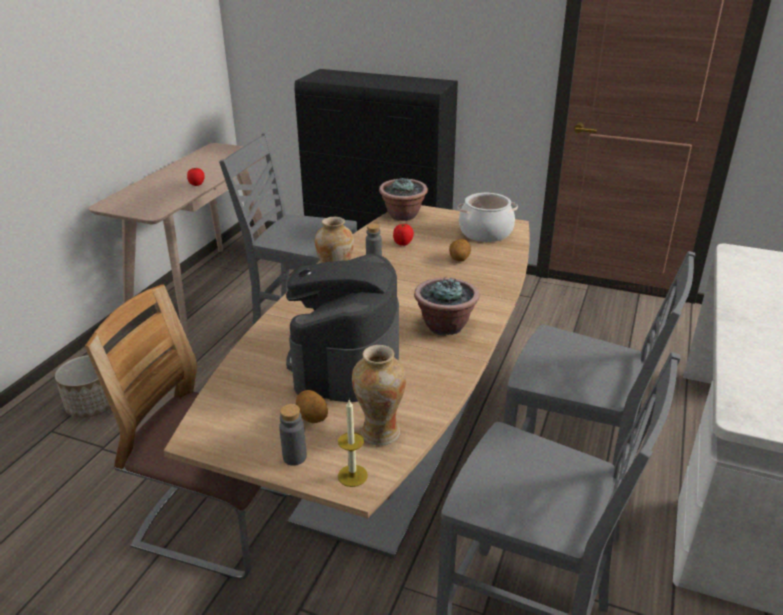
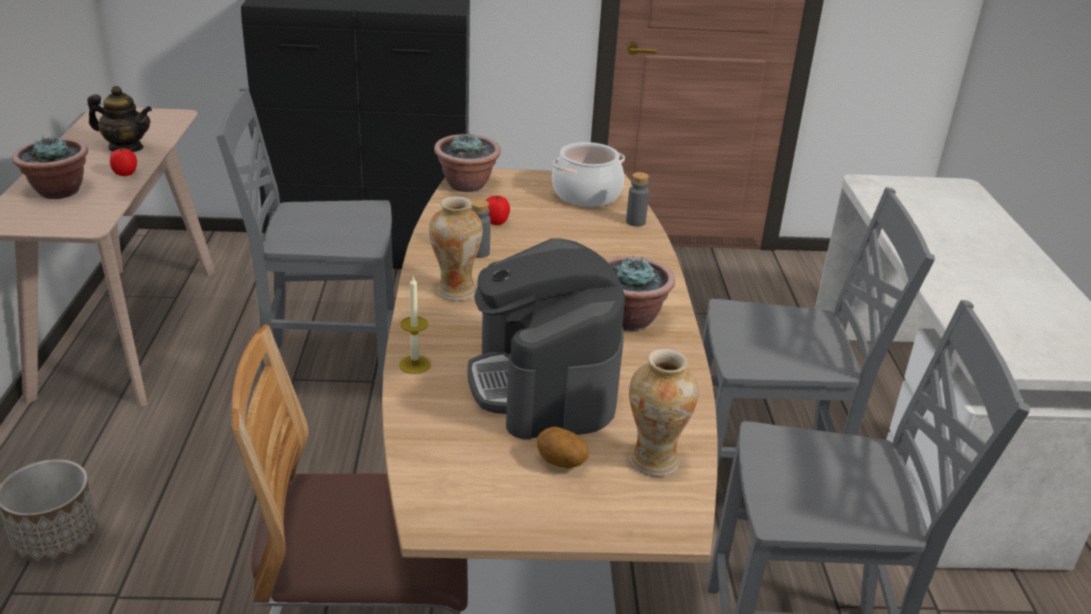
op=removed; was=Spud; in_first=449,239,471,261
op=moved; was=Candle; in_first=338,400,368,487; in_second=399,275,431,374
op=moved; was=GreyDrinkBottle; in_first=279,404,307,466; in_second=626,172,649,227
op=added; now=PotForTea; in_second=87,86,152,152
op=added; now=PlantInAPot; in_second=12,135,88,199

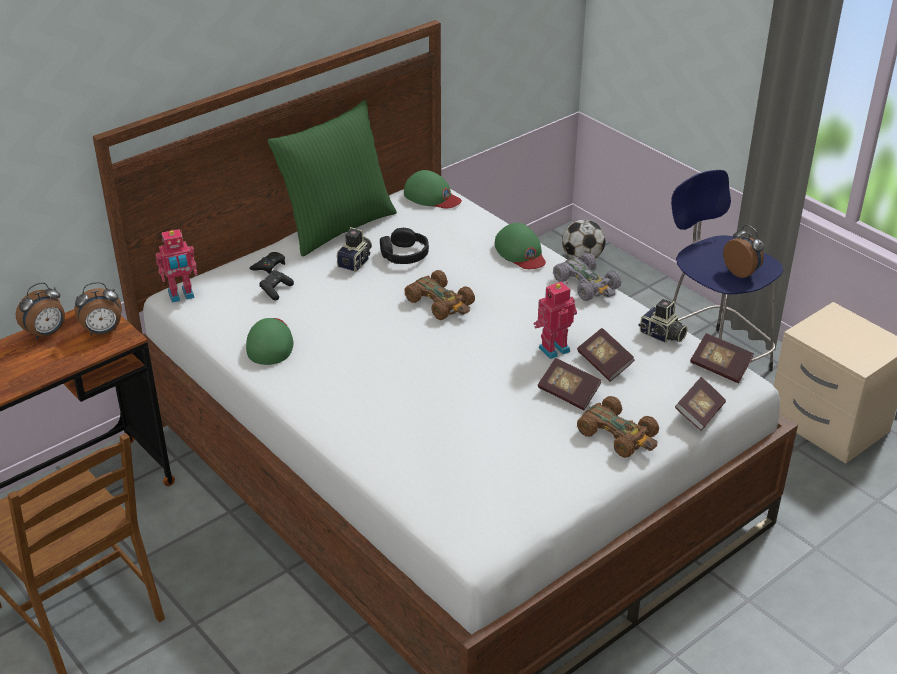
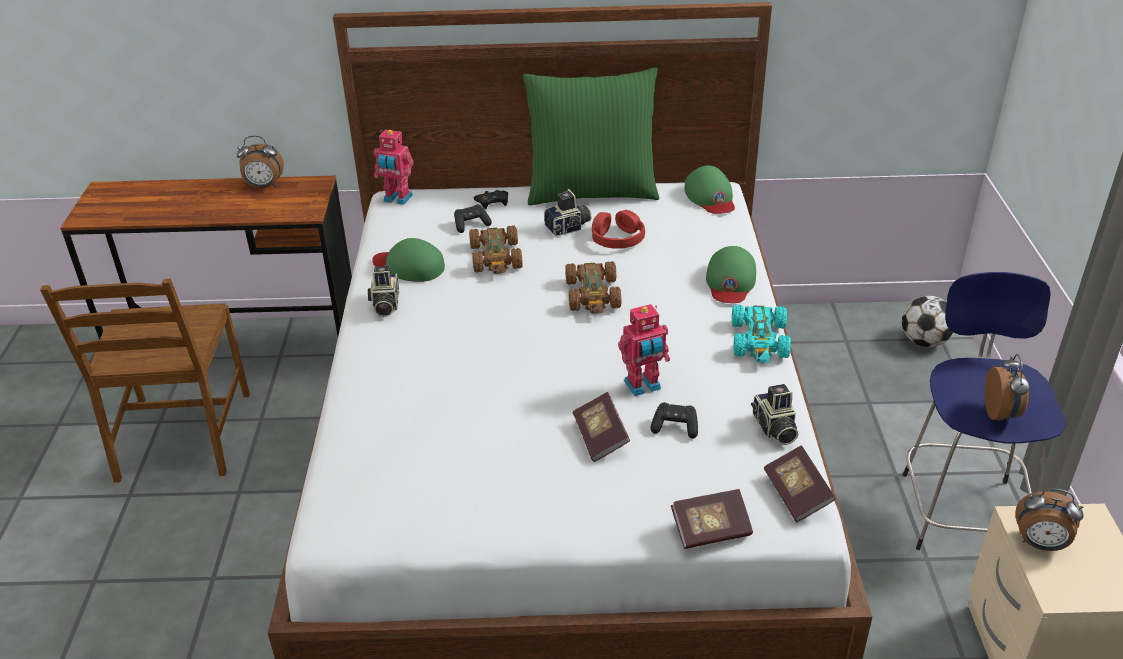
op=recoloured; was=BlackishHeadphones; now=RedHeadphones; in_first=380,228,429,264; in_second=592,210,645,249
op=recoloured; was=GreyModelCar; now=TurquoiseModelCar; in_first=553,253,622,301; in_second=732,305,791,363
op=turned; was=ModelRobot; in_first=534,281,577,359; in_second=618,304,670,396; clockwise=150
op=moved; was=BedsideClock; in_first=75,282,122,336; in_second=1016,488,1084,551
op=turned; was=GreenCap; in_first=246,318,293,365; in_second=372,238,445,282; clockwise=-105
op=replaced; was=BoundBook; now=BlackishGameController; in_first=577,328,635,382; in_second=650,402,698,439
op=moved; was=BrownModelCar; in_first=577,396,659,458; in_second=469,225,523,274
op=added; now=PhotoCamera; in_second=368,266,399,317

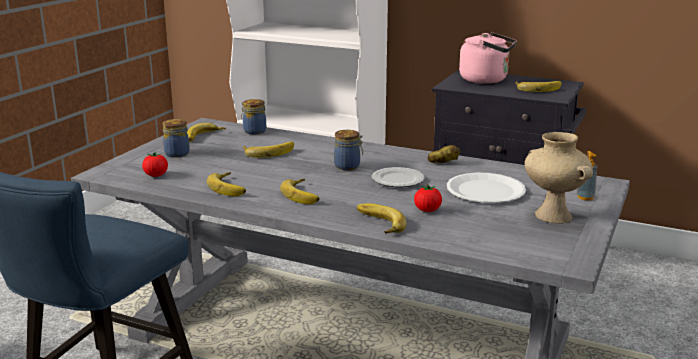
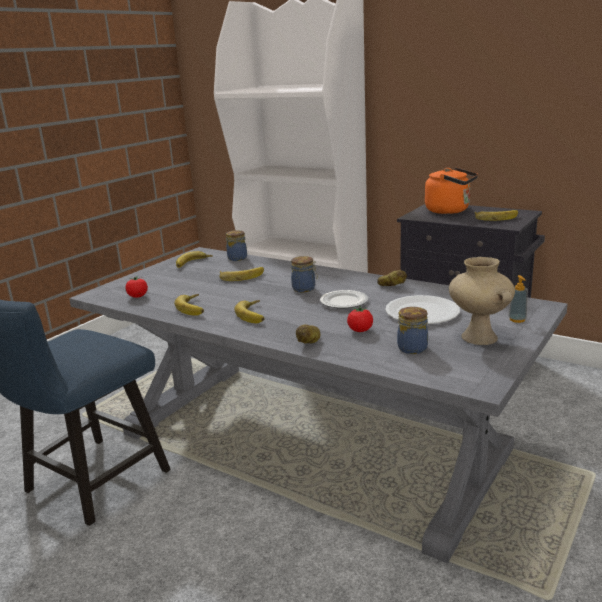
op=recoloured; was=PinkishTeaKettle; now=OrangeColouredTeaKettle; in_first=459,32,517,84; in_second=425,167,478,214
op=moved; was=Jar; in_first=163,119,190,158; in_second=397,307,428,354
op=replaced; was=Banana; now=Spud; in_first=357,204,407,234; in_second=296,325,320,344

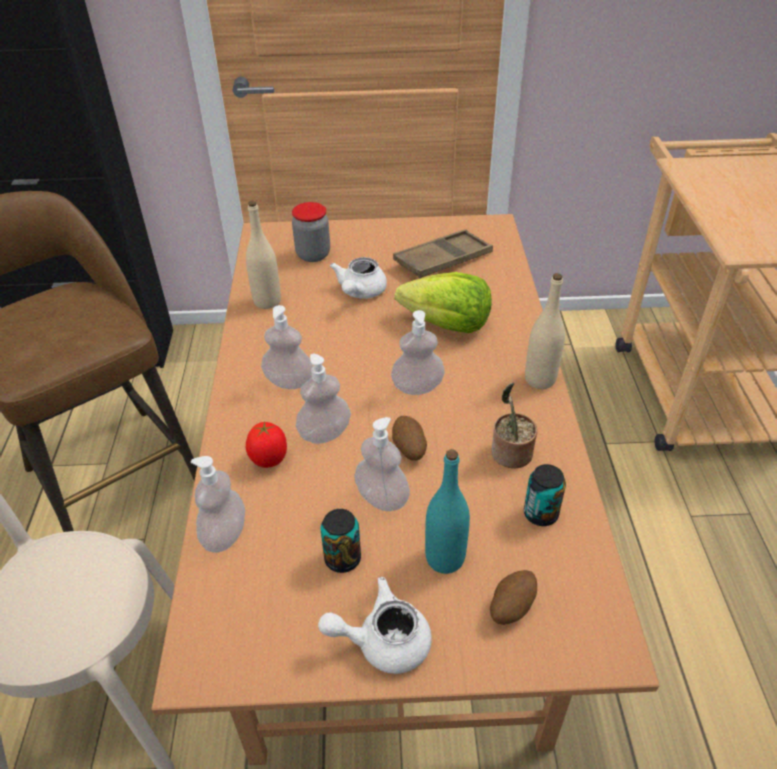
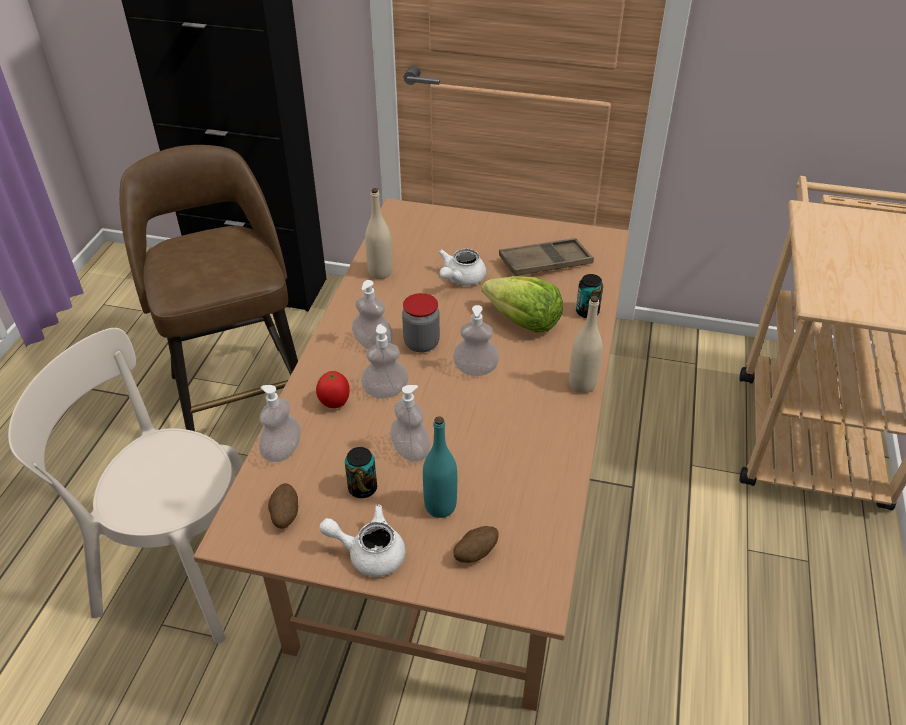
op=moved; was=Jar; in_first=292,202,330,262; in_second=402,293,440,353
op=removed; was=PlantInAPot; in_first=491,382,537,468
op=moved; was=Spud; in_first=392,416,427,460; in_second=268,483,298,529
op=moved; was=MetalCan; in_first=524,464,566,526; in_second=576,274,603,318

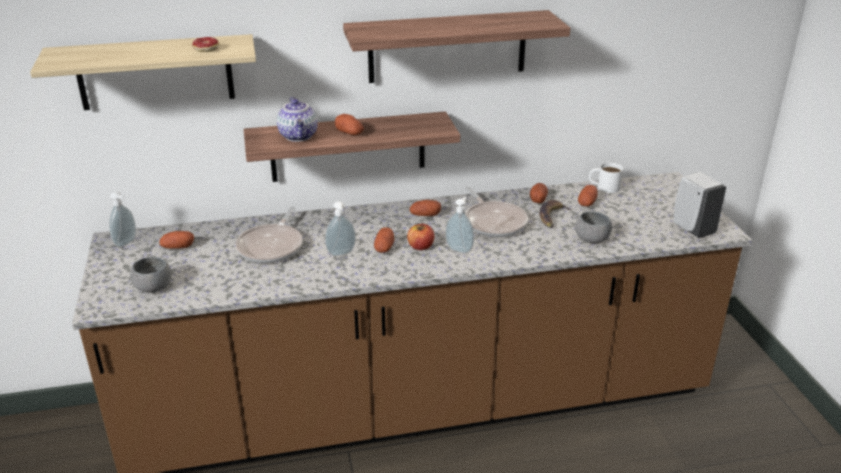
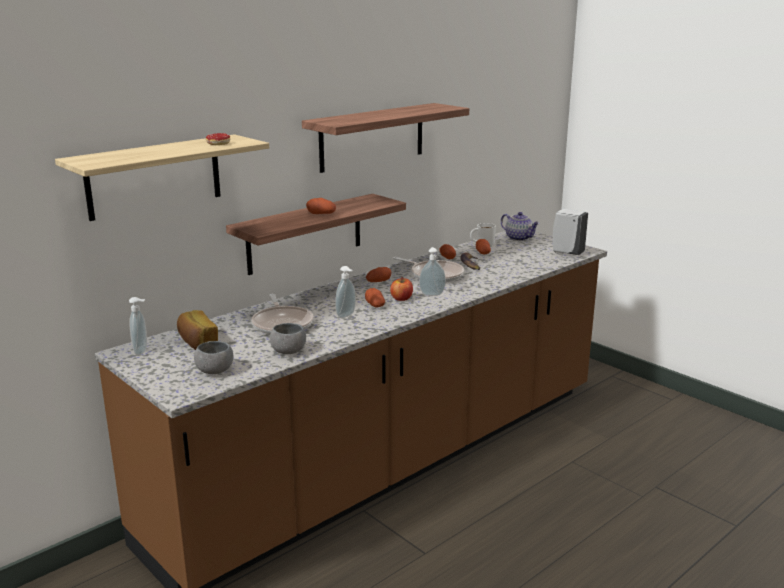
op=moved; was=PotForTea; in_first=277,97,318,142; in_second=501,212,540,241
op=moved; was=GreyServingBowl; in_first=575,211,612,243; in_second=270,323,306,354
op=replaced; was=Spud; now=BakeryBread; in_first=160,231,194,249; in_second=177,310,218,350

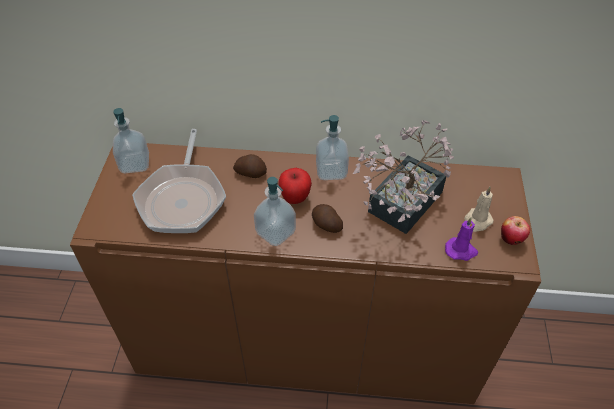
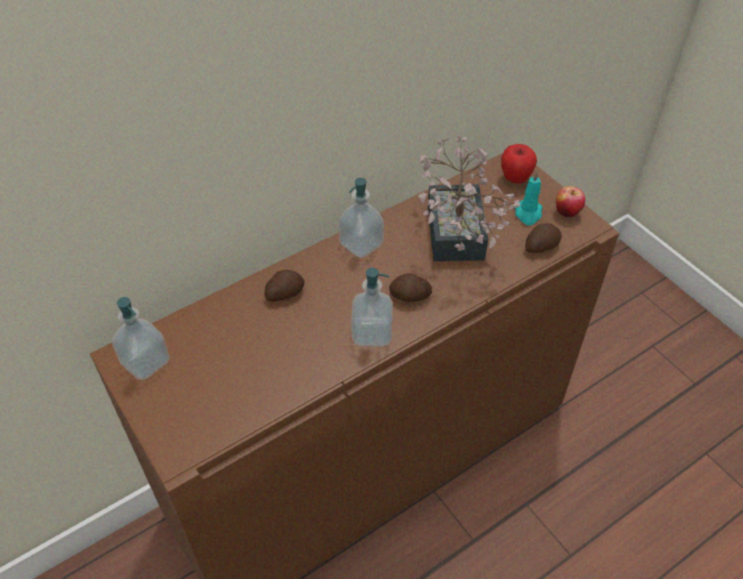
op=removed; was=Skillet; in_first=132,129,226,233
op=moved; was=AppleFruit; in_first=278,168,312,204; in_second=501,144,537,183
op=recoloured; was=BeigeCandle; now=TurquoiseCandle; in_first=464,187,494,232; in_second=515,171,542,225
op=replaced; was=PurpleCandle; now=Spud; in_first=445,217,478,261; in_second=525,223,562,253

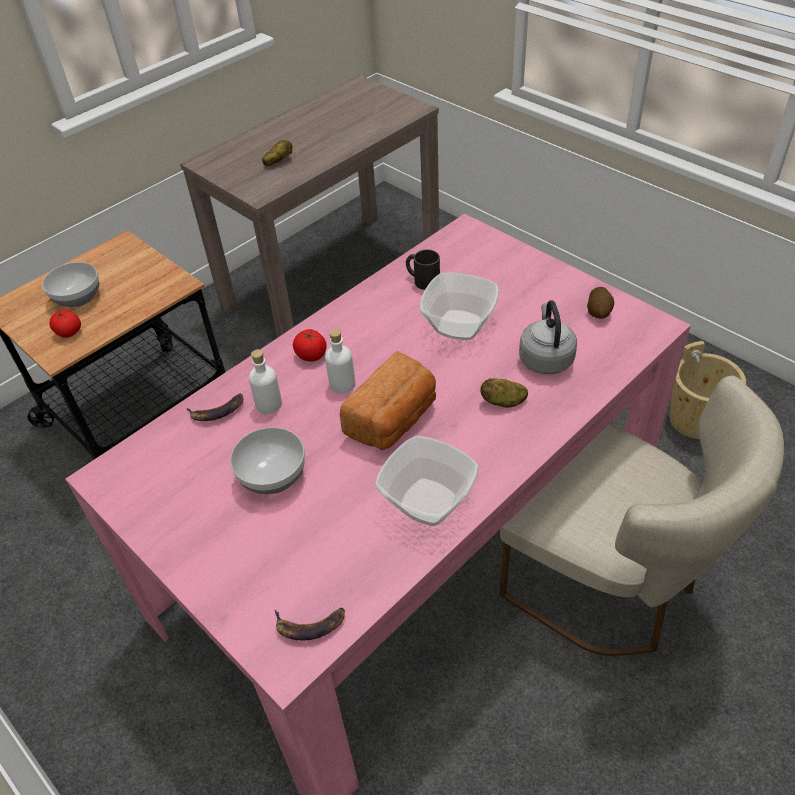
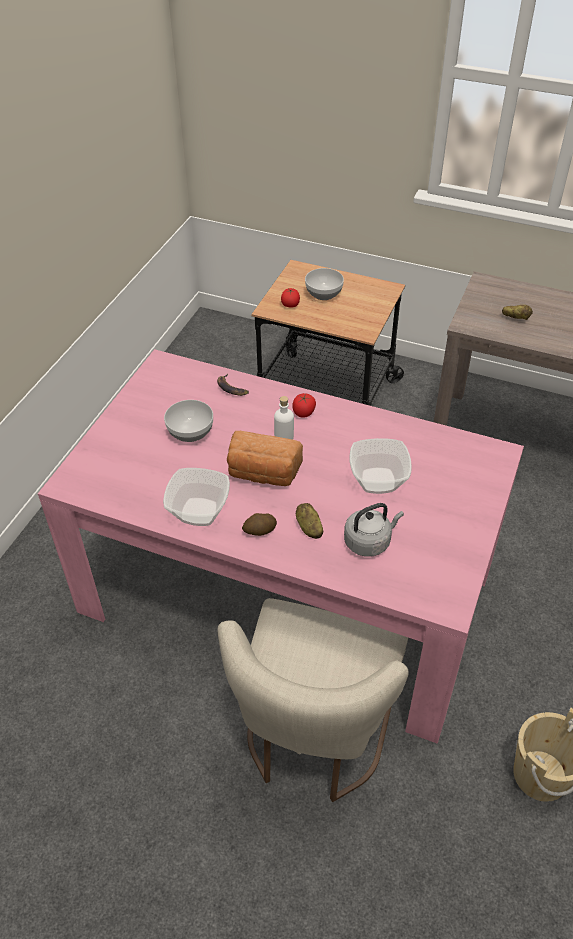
op=removed; was=BlackishTeaMug; in_first=406,249,440,290
op=moved; was=Spud; in_first=587,287,614,319; in_second=242,513,277,536
op=removed; was=WhiteDrinkBottle; in_first=249,349,282,414
op=removed; was=Banana; in_first=275,608,345,641

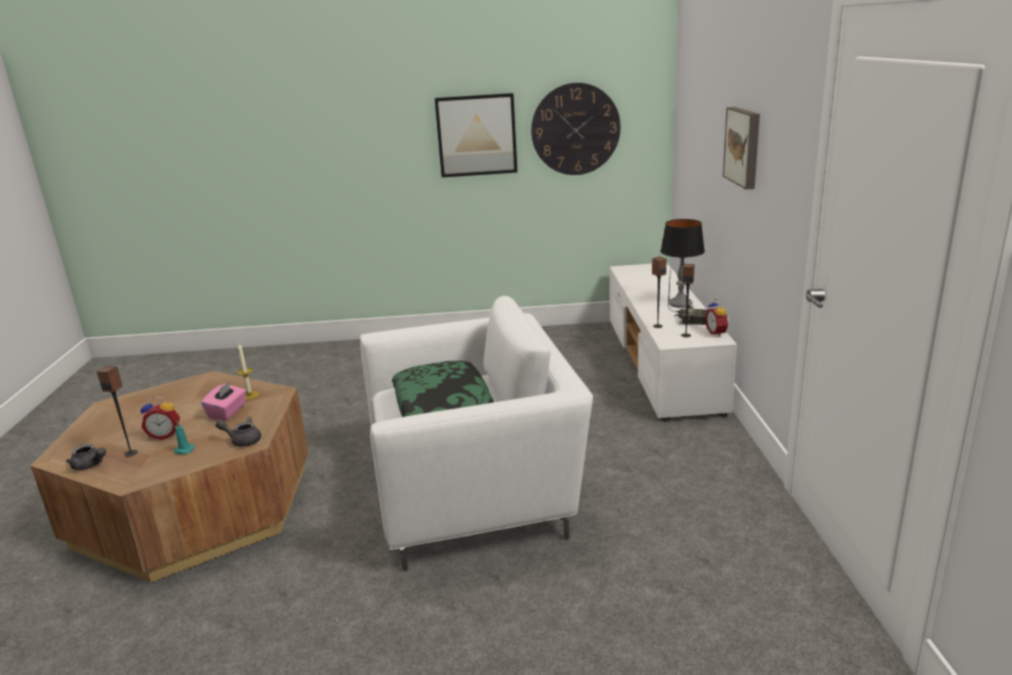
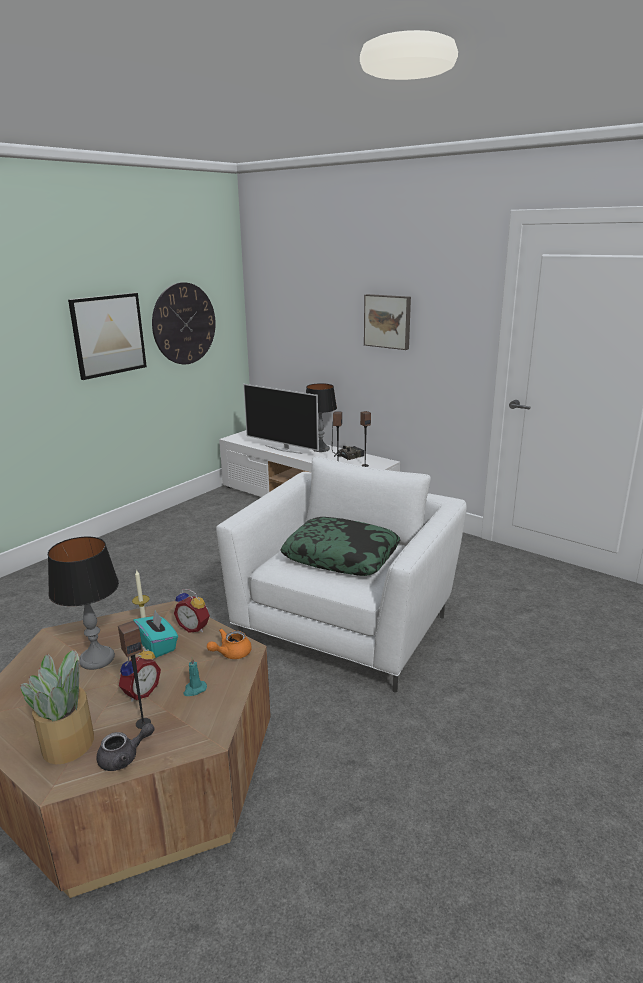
op=moved; was=BedsideClock; in_first=705,299,730,337; in_second=174,589,210,633
op=recoloured; was=PinkishTissueBox; now=TurquoiseTissueBox; in_first=201,381,246,420; in_second=133,610,178,658
op=recoloured; was=GreyPotForTea; now=OrangeColouredPotForTea; in_first=215,416,261,447; in_second=207,629,252,659
op=added; now=TvSet; in_second=243,384,319,454
op=added; now=TableLamp; in_second=48,537,119,670
op=added; now=PlantInAPot; in_second=20,650,94,764

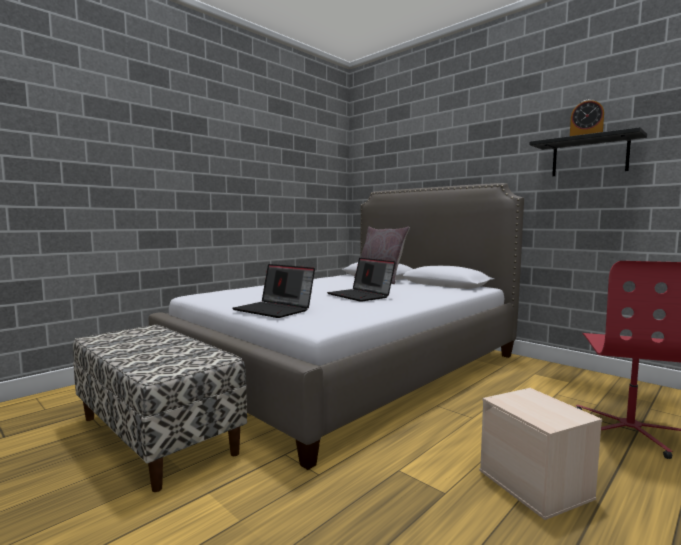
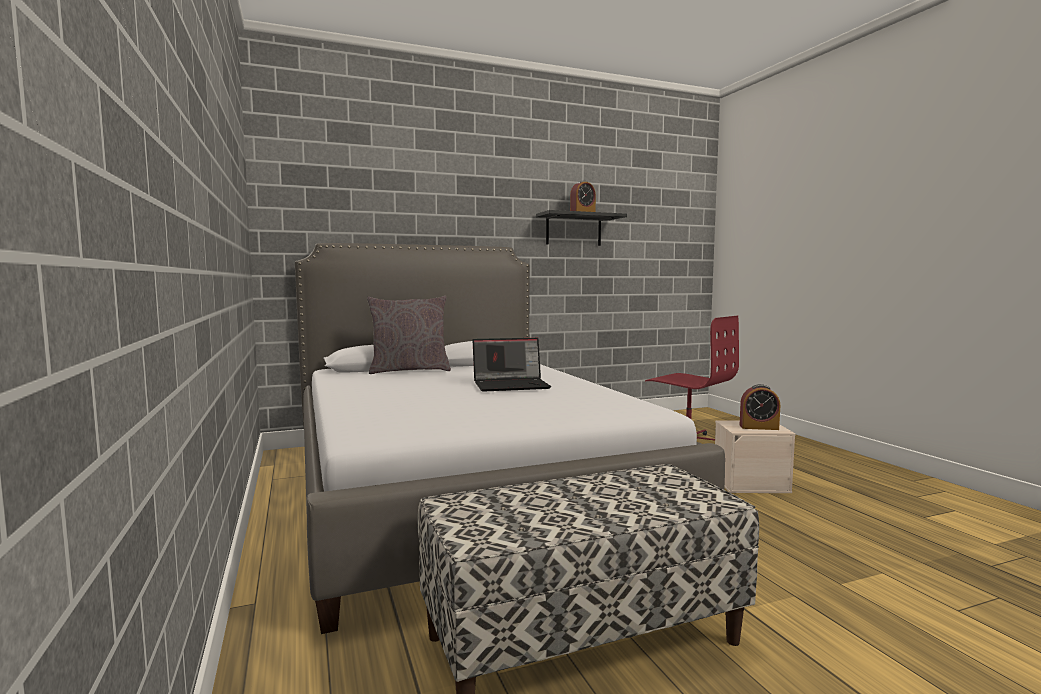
op=removed; was=NotebookComputer; in_first=232,264,315,318
op=added; now=BedsideClock; in_second=740,384,780,430

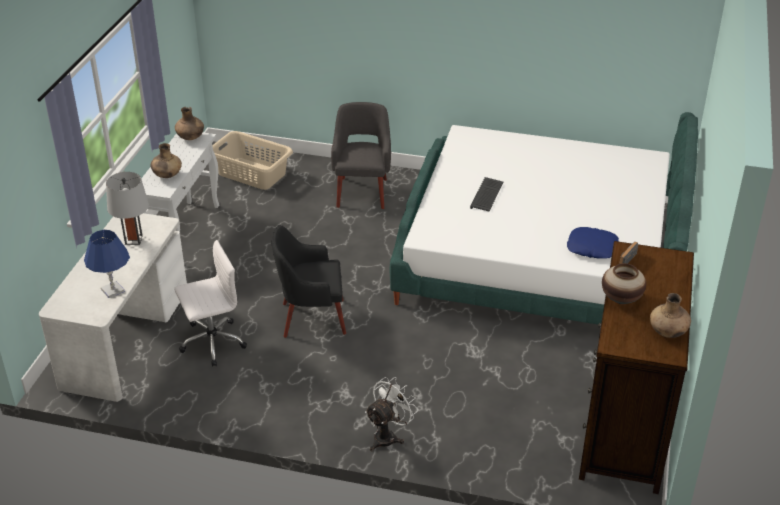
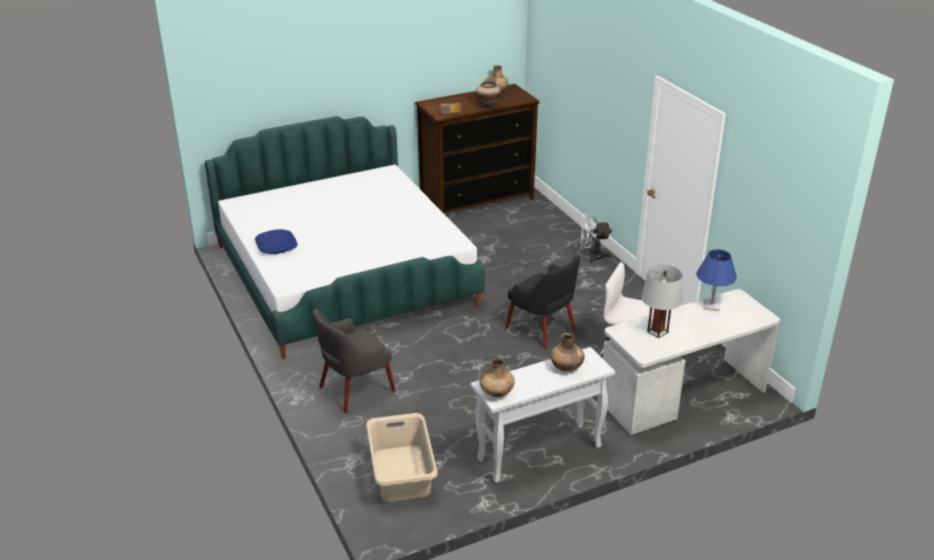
op=removed; was=ComputerKeyboard; in_first=470,177,503,211
op=moved; was=BlueColouredPillow; in_first=567,227,619,259; in_second=255,229,298,254

